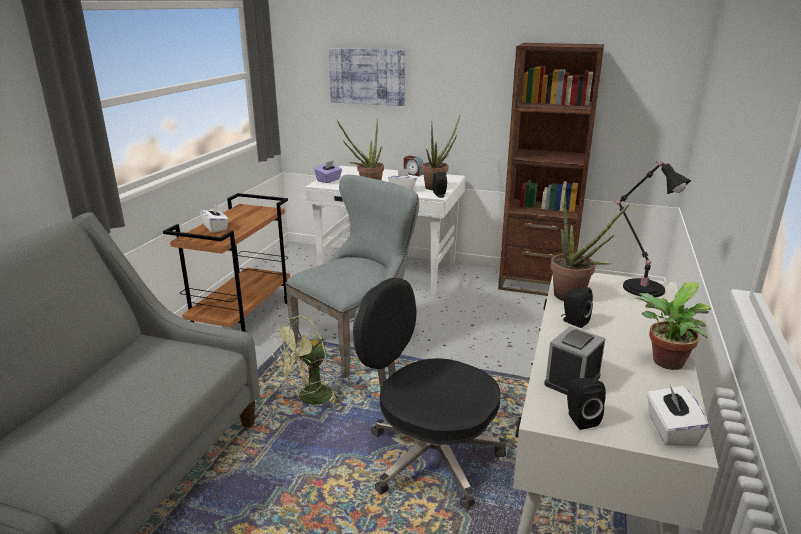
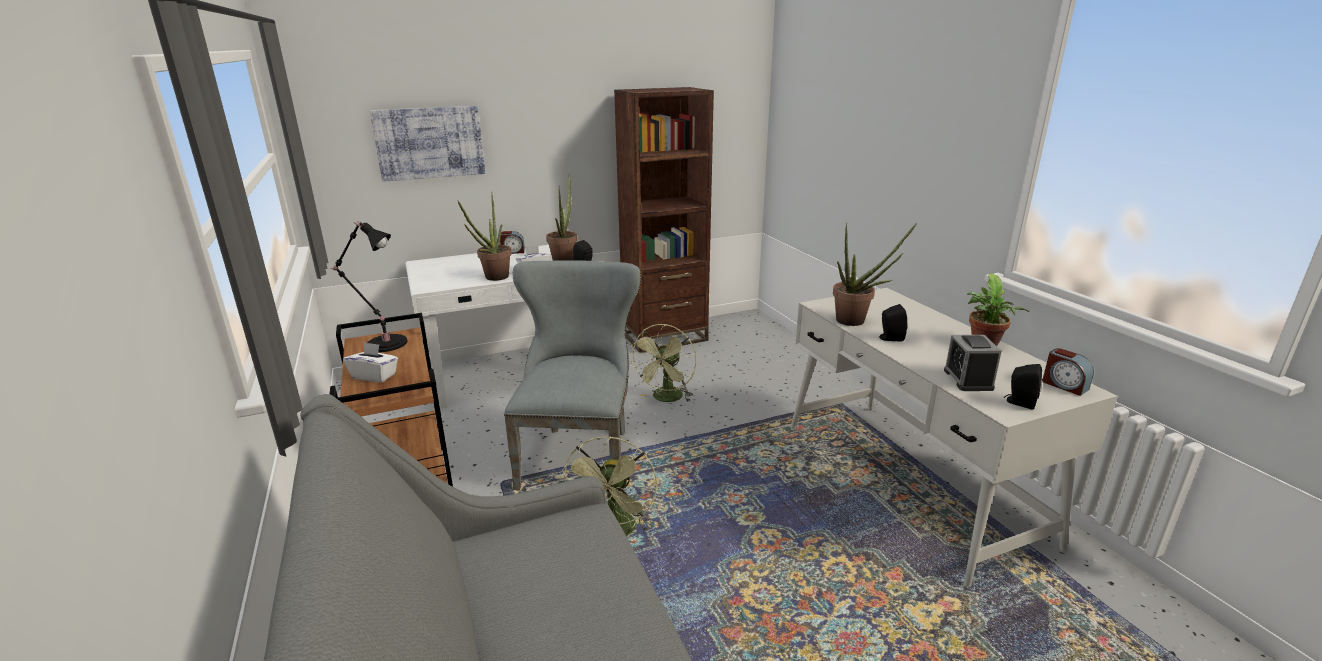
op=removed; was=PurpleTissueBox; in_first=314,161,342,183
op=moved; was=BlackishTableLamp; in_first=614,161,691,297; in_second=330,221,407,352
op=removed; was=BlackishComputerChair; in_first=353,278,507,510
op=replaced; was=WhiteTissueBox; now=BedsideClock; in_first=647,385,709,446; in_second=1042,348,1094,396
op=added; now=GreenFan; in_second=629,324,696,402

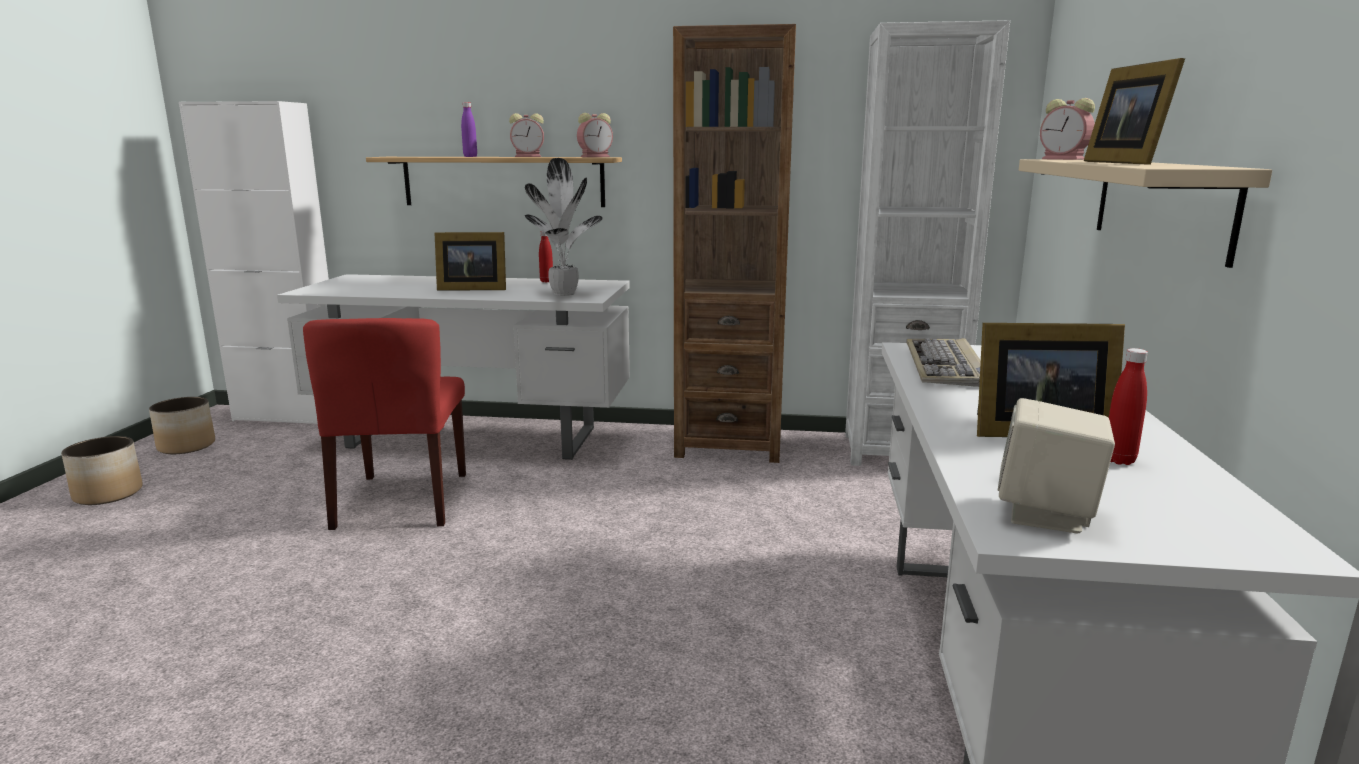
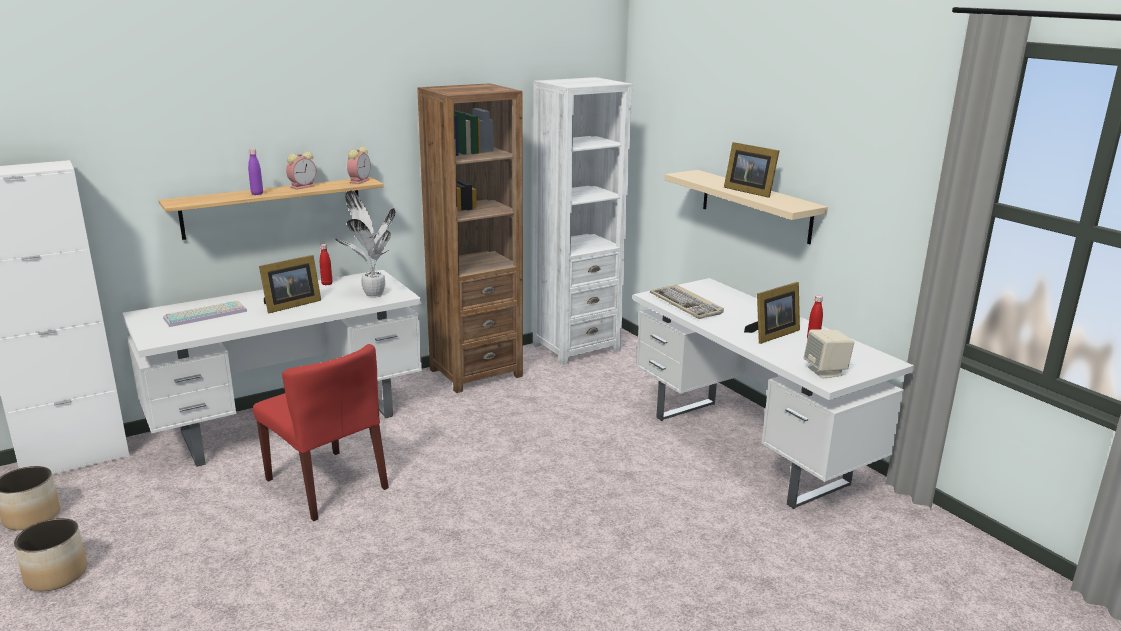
op=removed; was=BedsideClock; in_first=1040,98,1095,160
op=added; now=ComputerKeyboard; in_second=163,300,247,327

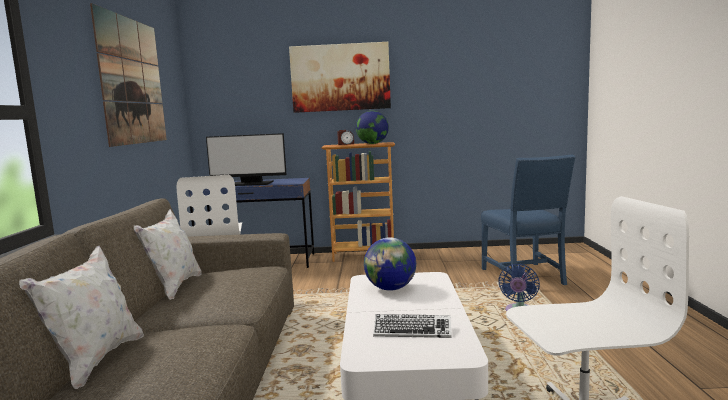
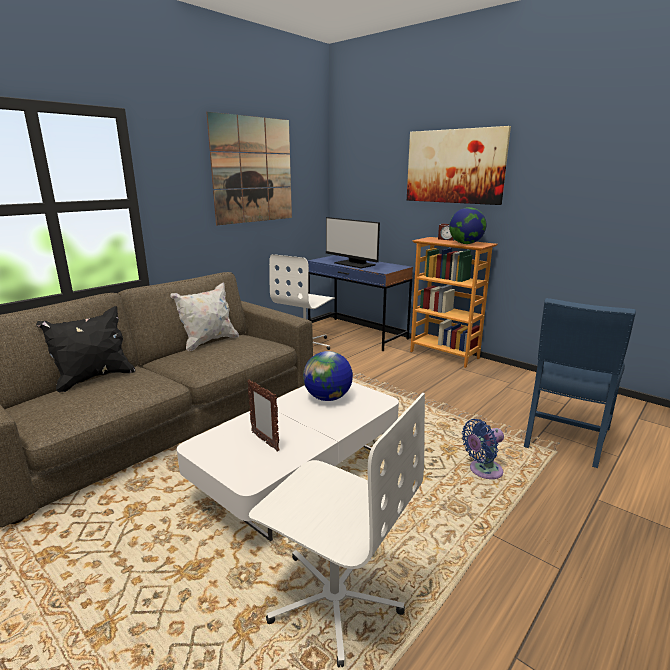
op=recoloured; was=WhitePillow; now=BlackishPillow; in_first=19,246,144,389; in_second=36,306,135,392
op=replaced; was=ComputerKeyboard; now=PhotoFrame; in_first=373,314,452,338; in_second=247,379,280,451

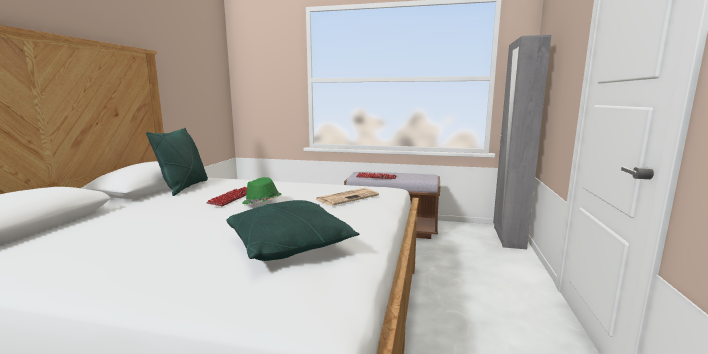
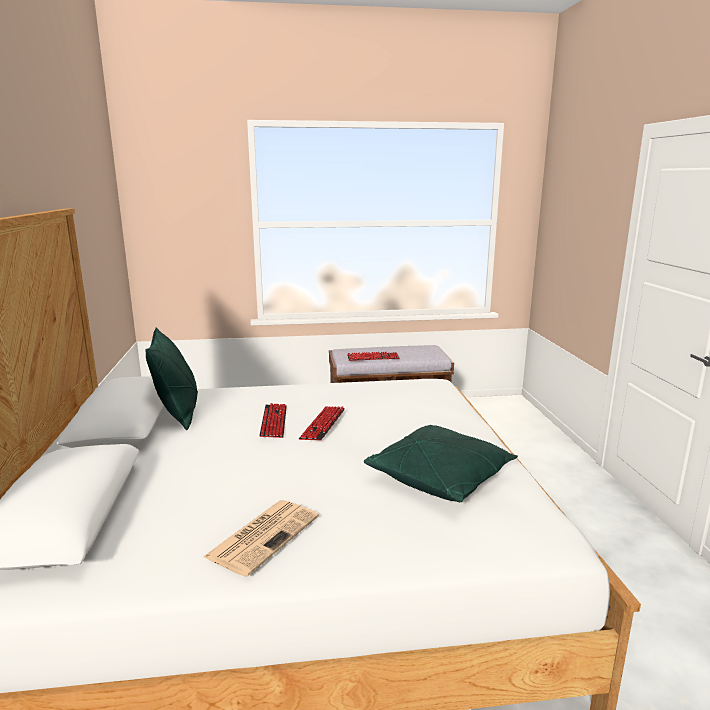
op=removed; was=GreyWardrobe; in_first=493,35,551,249
op=replaced; was=GreenClothingHat; now=ComputerKeyboard; in_first=242,177,281,205; in_second=299,406,345,441
op=moved; was=Newspaper; in_first=316,188,379,206; in_second=203,500,319,577

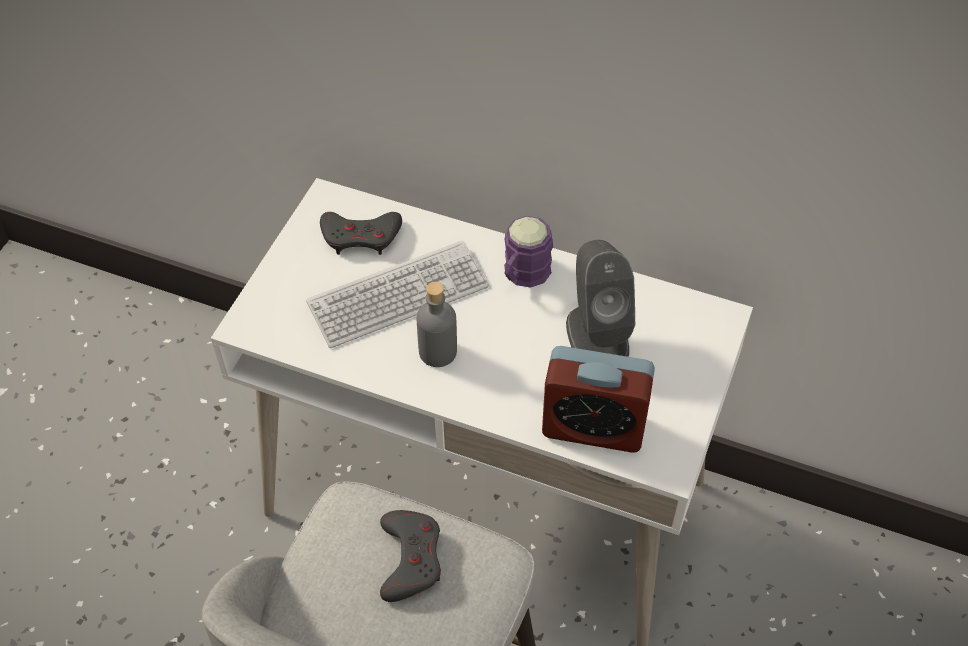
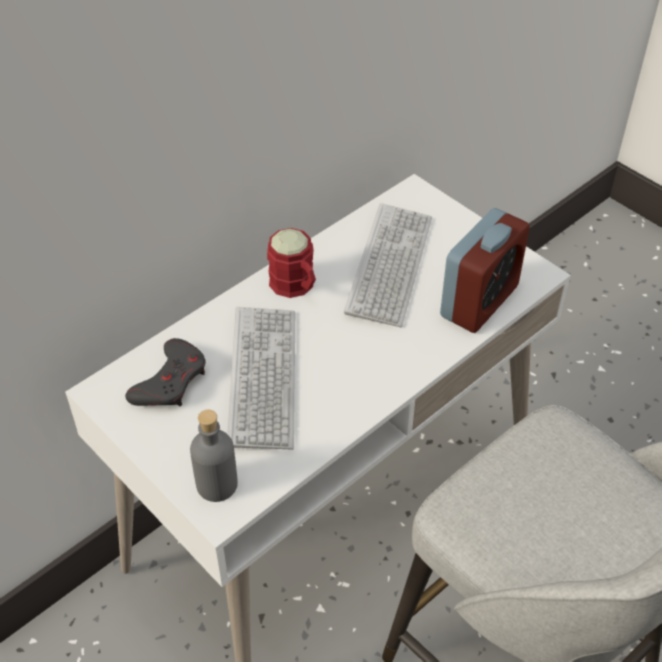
op=recoloured; was=PurpleTeaMug; now=RedTeaMug; in_first=504,216,553,288; in_second=267,228,316,298
op=replaced; was=GreyAudioSpeaker; now=ComputerKeyboard; in_first=566,240,635,357; in_second=344,203,432,327
op=moved; was=GreyDrinkBottle; in_first=417,282,457,367; in_second=190,410,238,502
op=removed; was=GreyGameController; in_first=380,510,441,602

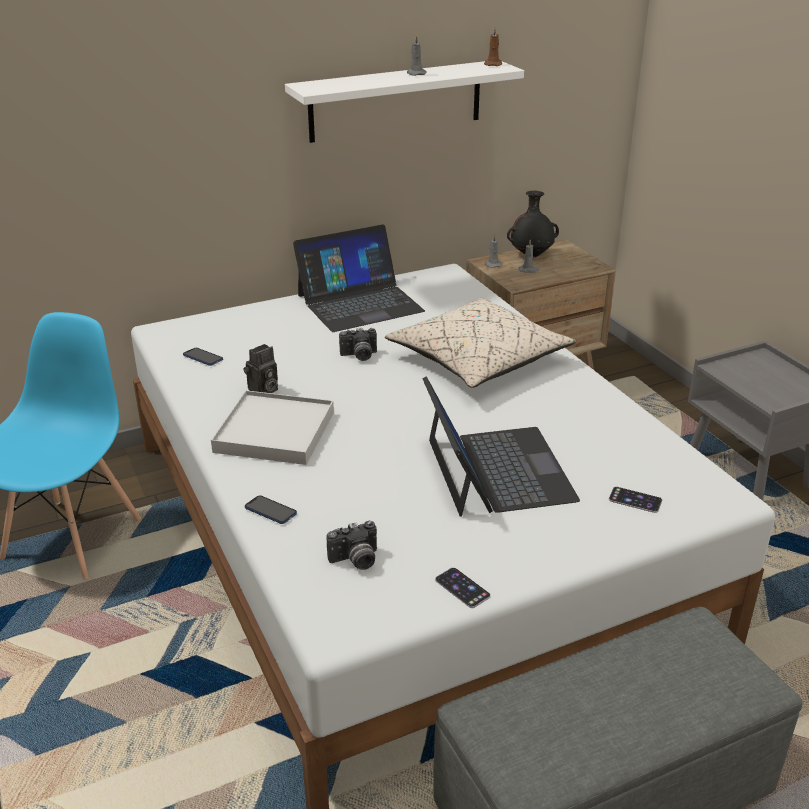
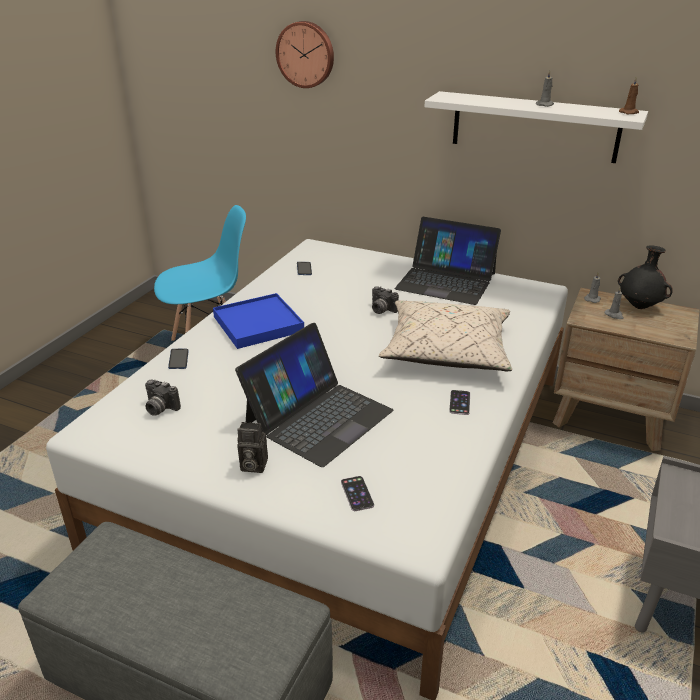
op=moved; was=PhotoCamera; in_first=243,344,278,393; in_second=237,422,268,473
op=recoloured; was=WhiteTray; now=BlueColouredTray; in_first=211,390,334,465; in_second=213,293,304,349
op=moved; was=Phone; in_first=435,568,491,608; in_second=449,390,470,415
op=added; now=HangingClock; in_second=276,21,334,88

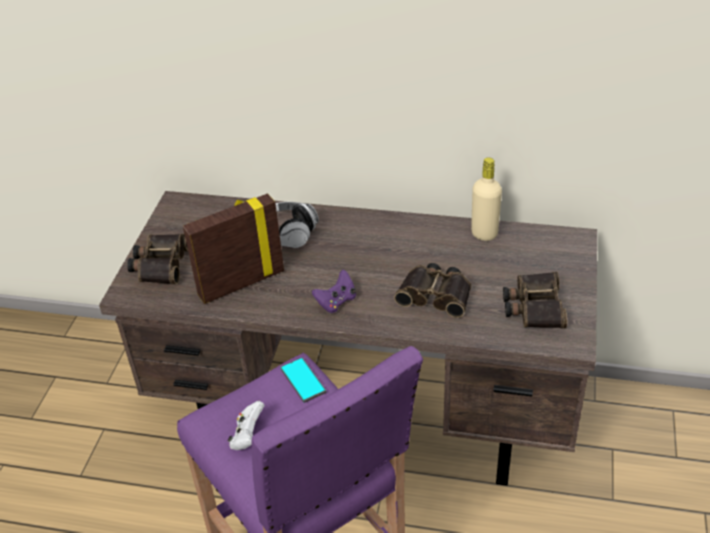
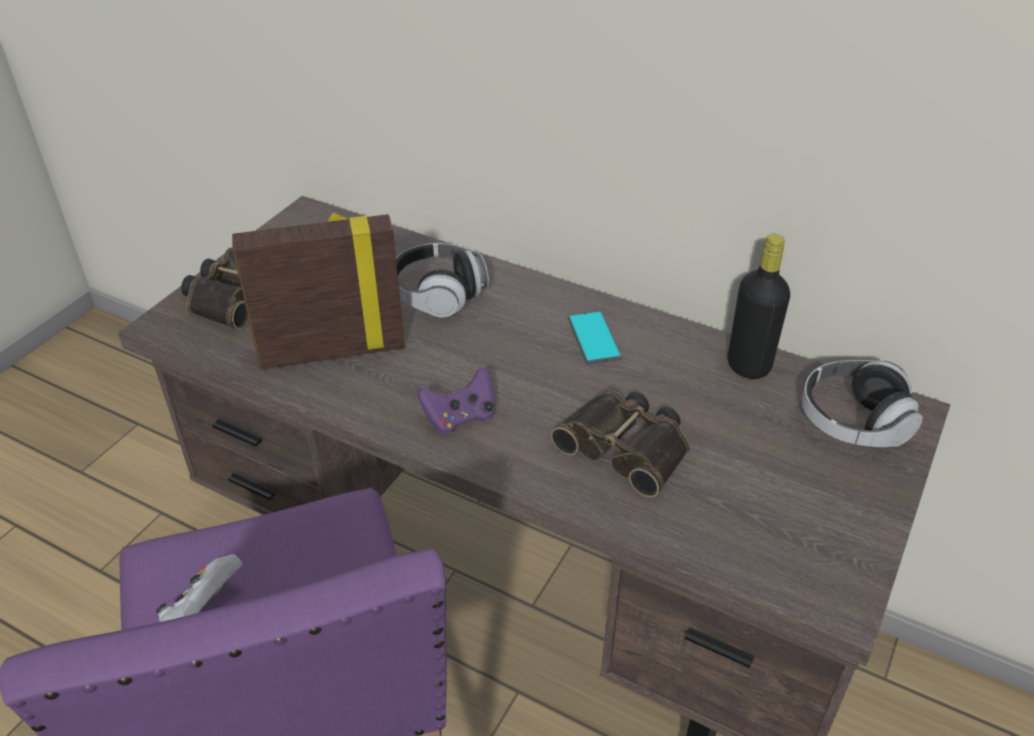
op=recoloured; was=BeigeDrinkBottle; now=BlackishDrinkBottle; in_first=471,157,502,241; in_second=728,234,790,379
op=removed; was=FieldGlasses; in_first=503,272,567,328
op=moved; was=Phone; in_first=280,358,326,403; in_second=568,311,622,365
op=added; now=Headphones; in_second=802,360,923,447

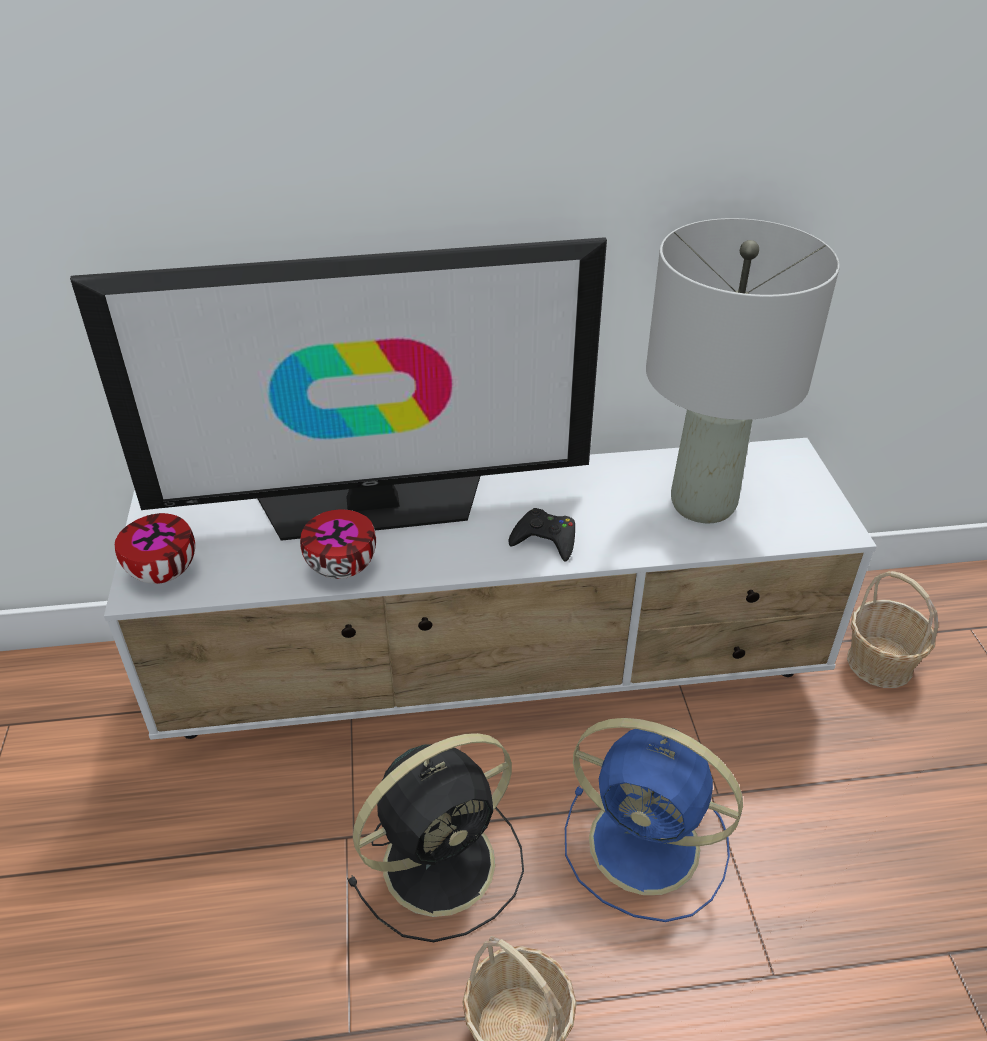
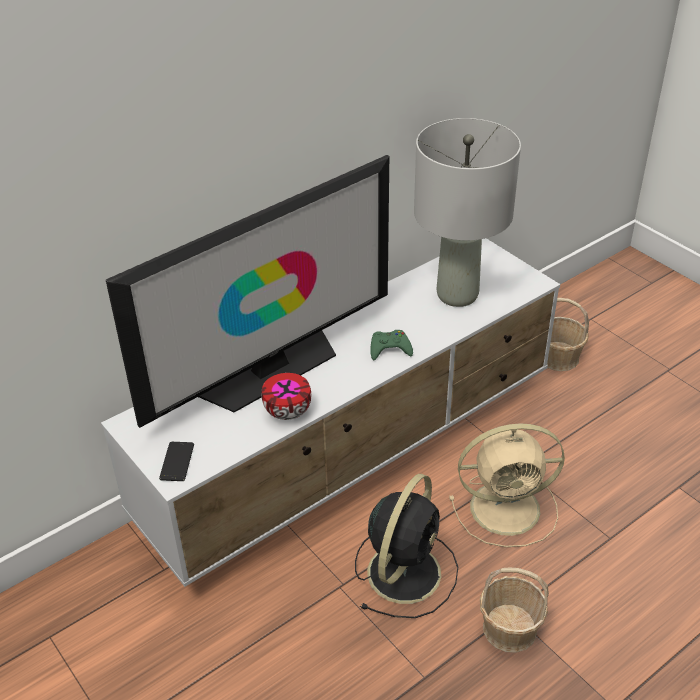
op=recoloured; was=BlackishGameController; now=GreenGameController; in_first=508,508,575,562; in_second=370,330,413,360
op=replaced; was=ServingBowl; now=Phone; in_first=115,513,195,584; in_second=159,442,194,481
op=recoloured; was=BlueColouredFan; now=BeigeFan; in_first=565,718,743,922; in_second=449,423,565,547

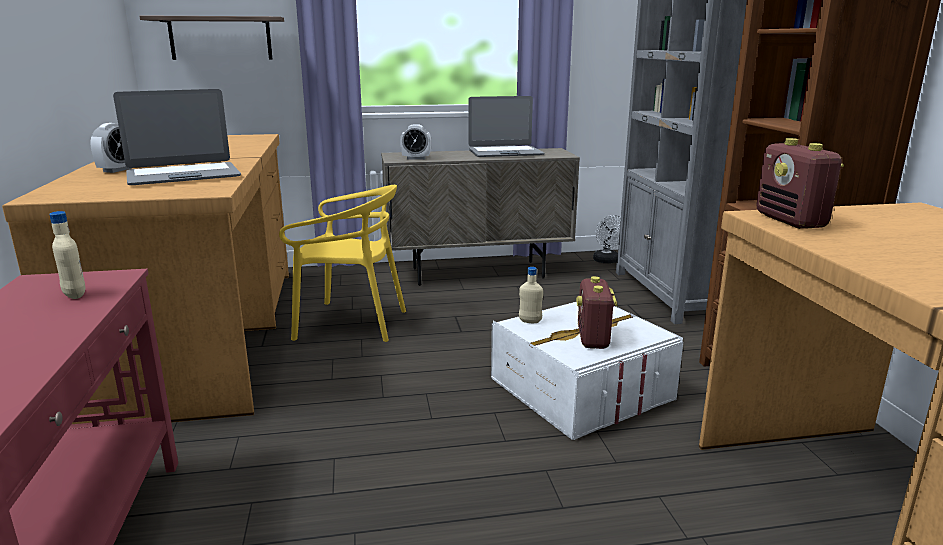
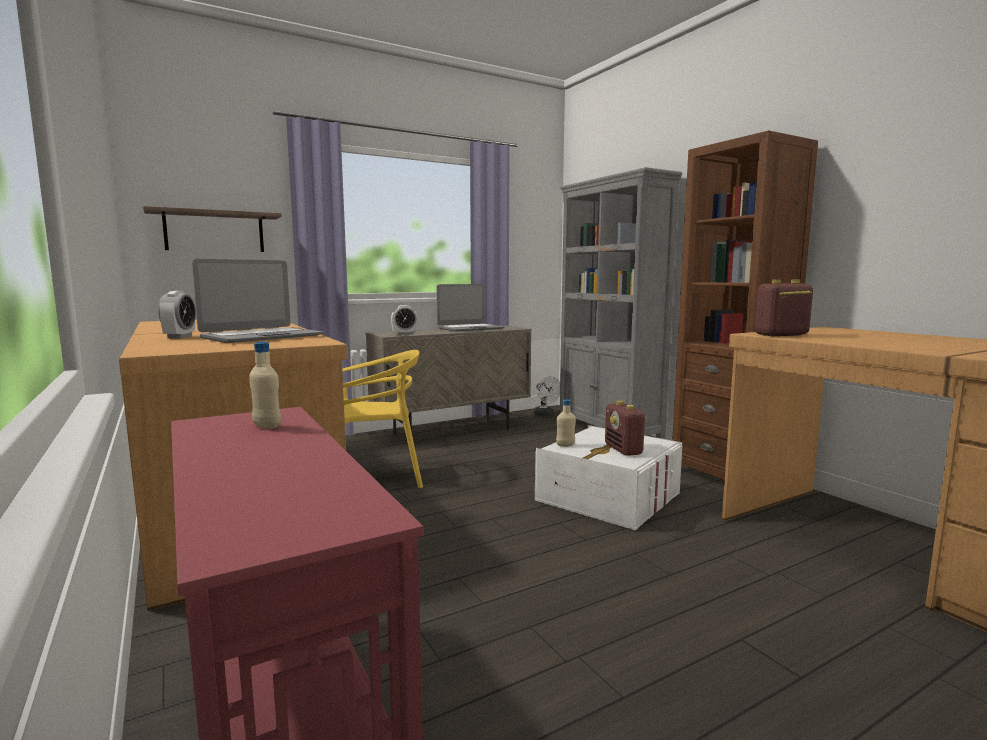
op=turned; was=RadioReceiver; in_first=757,138,844,229; in_second=754,280,813,336; clockwise=105

